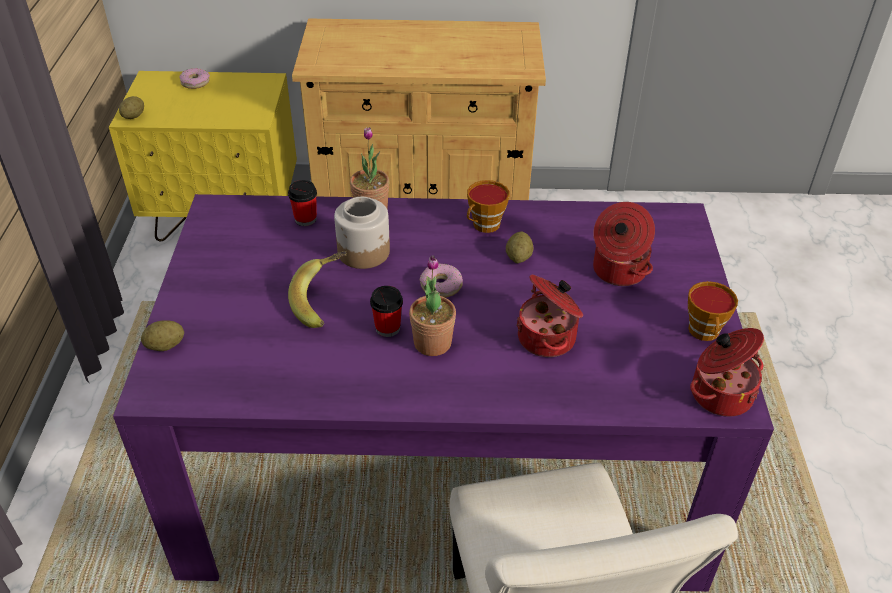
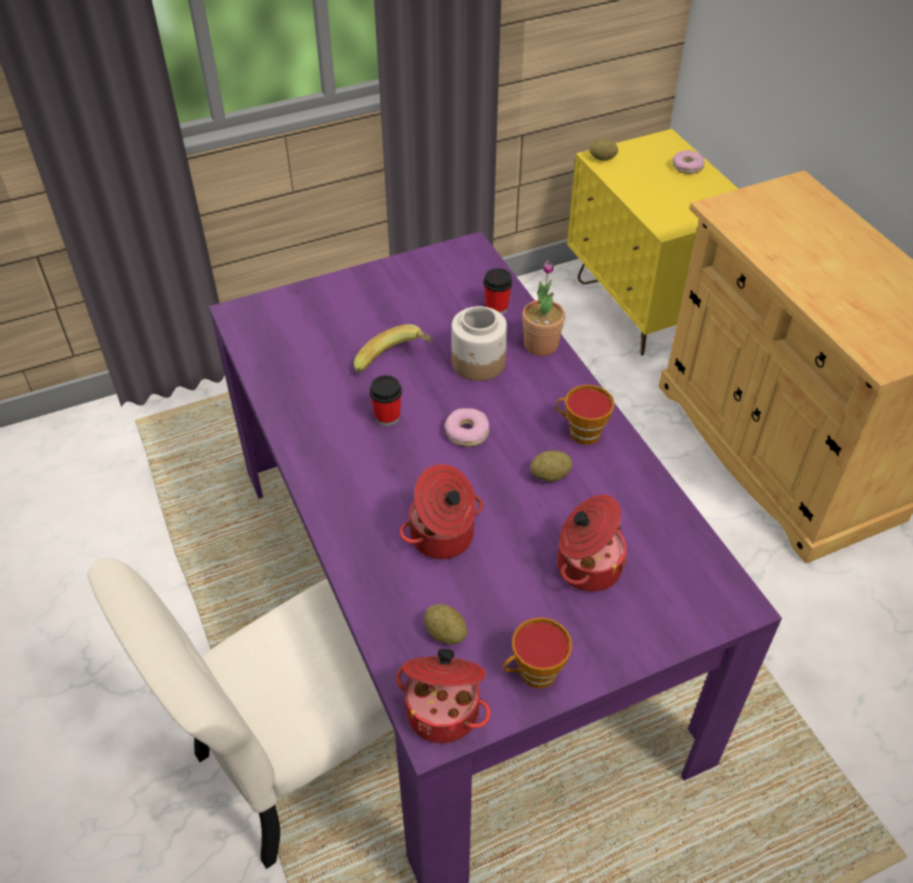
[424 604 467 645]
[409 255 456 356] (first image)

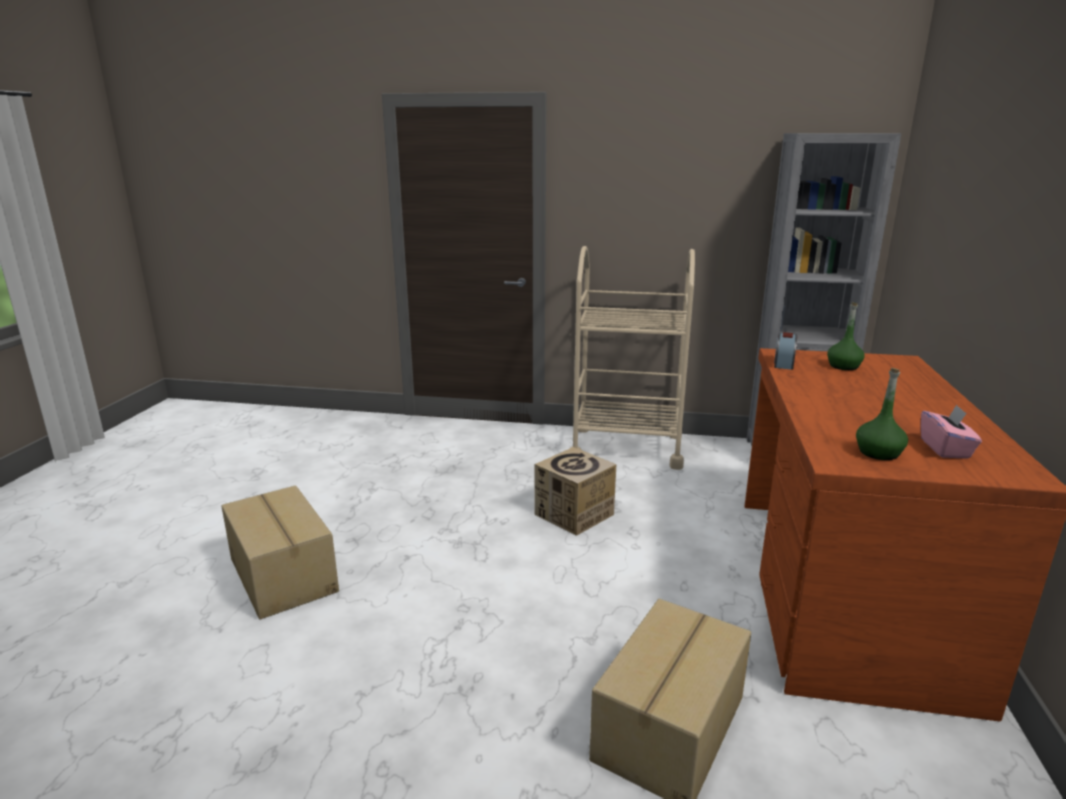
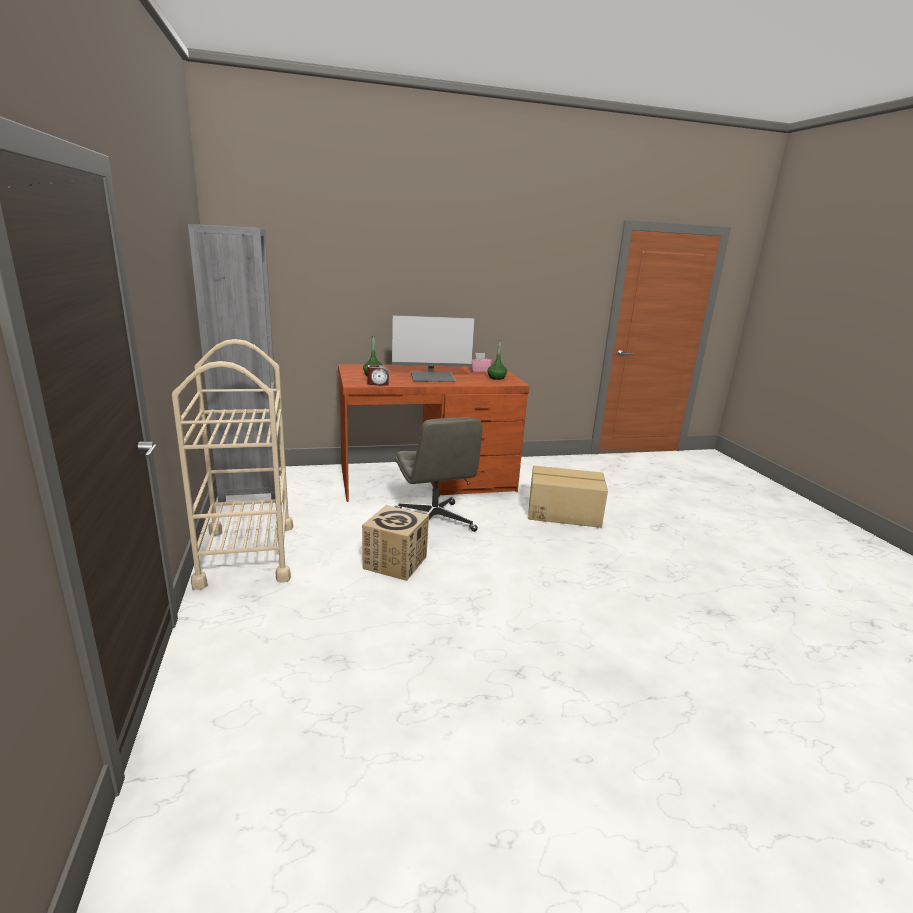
[392 315 475 382]
[394 417 482 532]
[222 486 339 619] (first image)

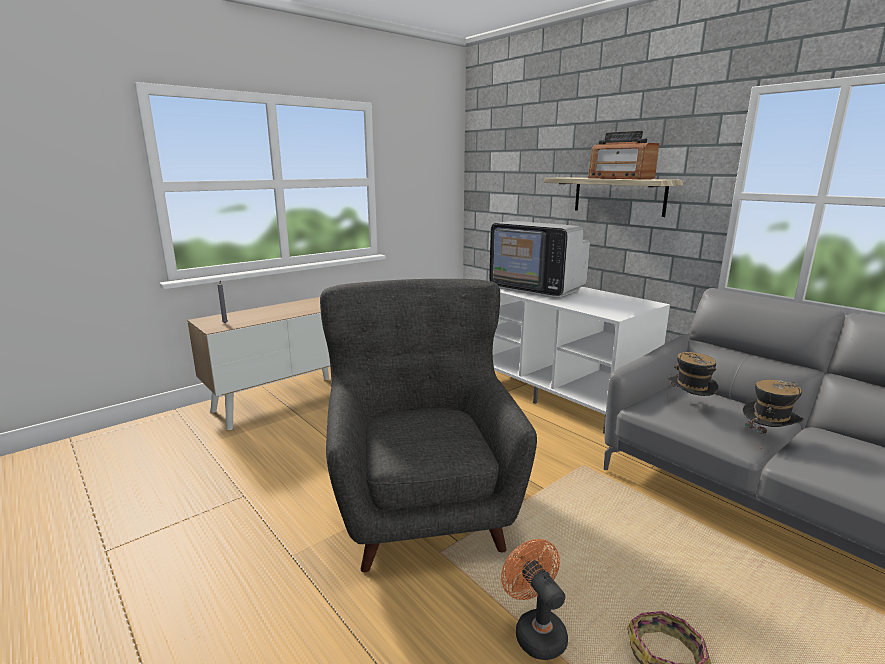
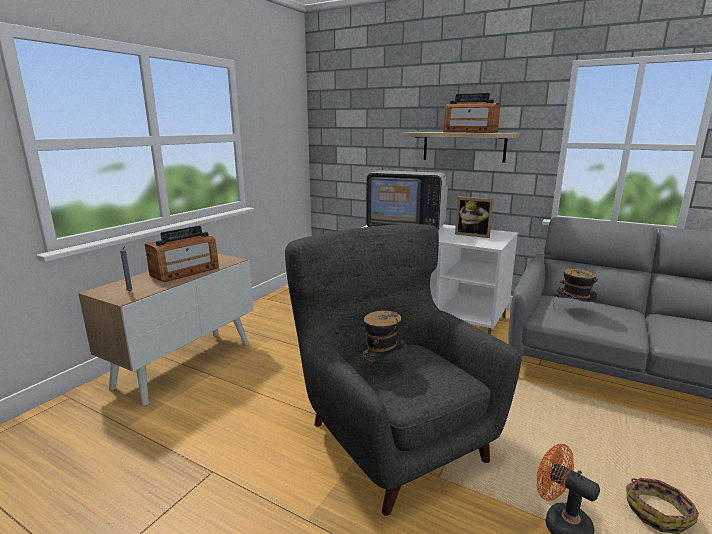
[145 226 219 282]
[358 311 407 380]
[455 196 494 238]

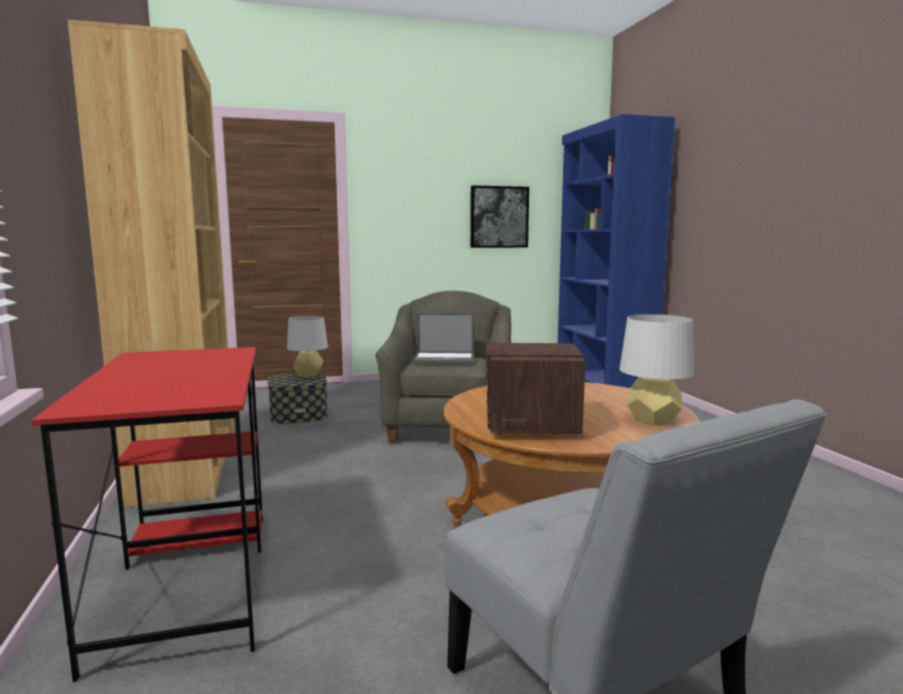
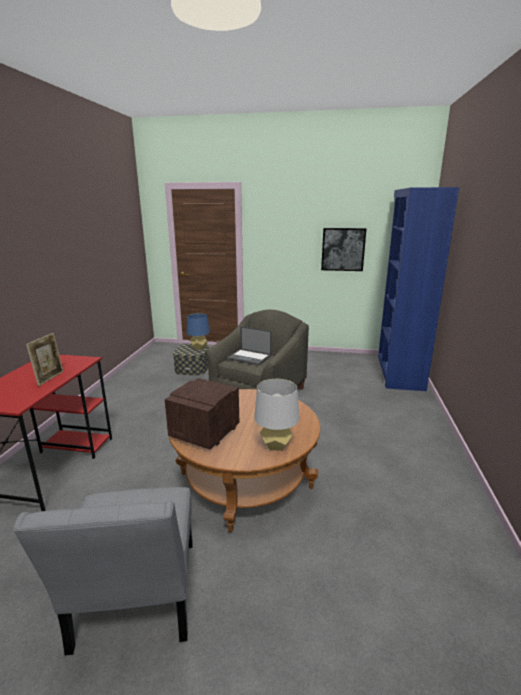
[26 333 64 386]
[187 313 210 350]
[68 20 234 508] (first image)

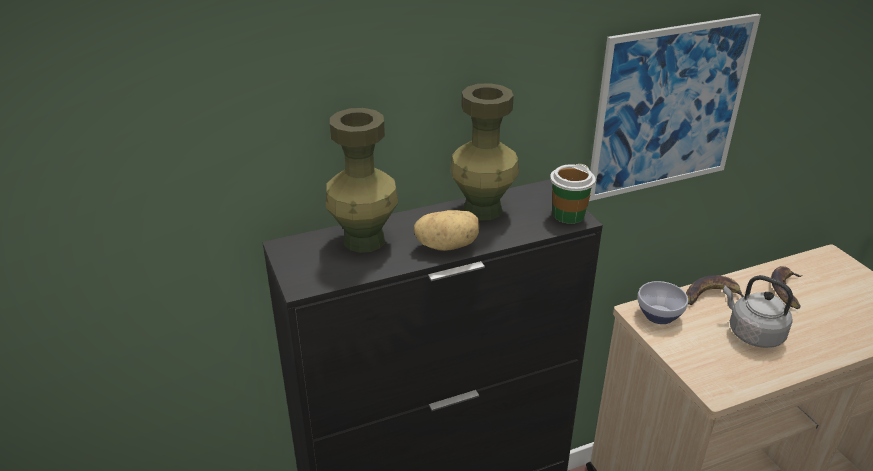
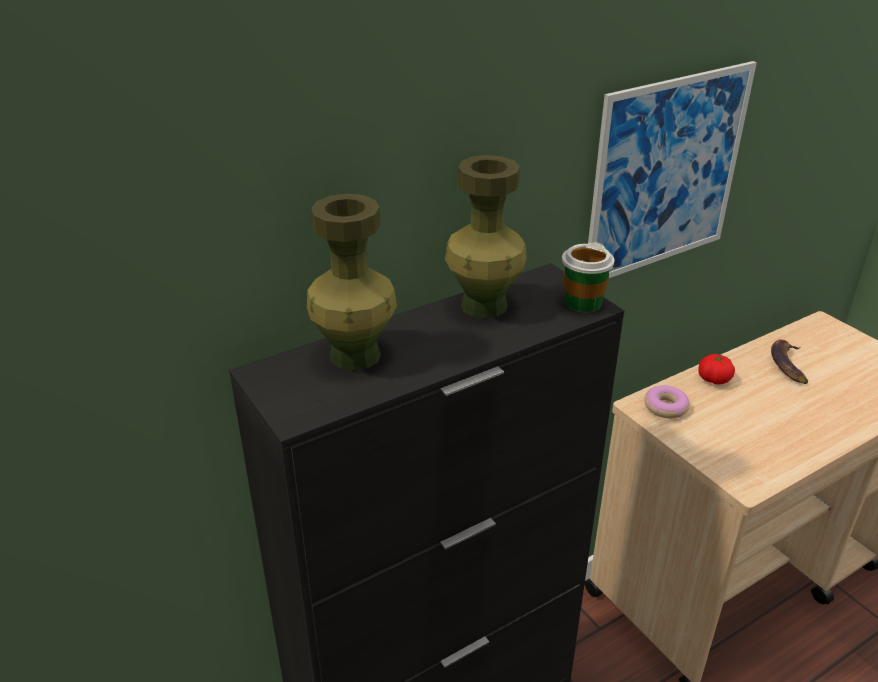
[644 385 690 418]
[699 354 735 385]
[414 210 479 251] (first image)
[723 275 793 348] (first image)

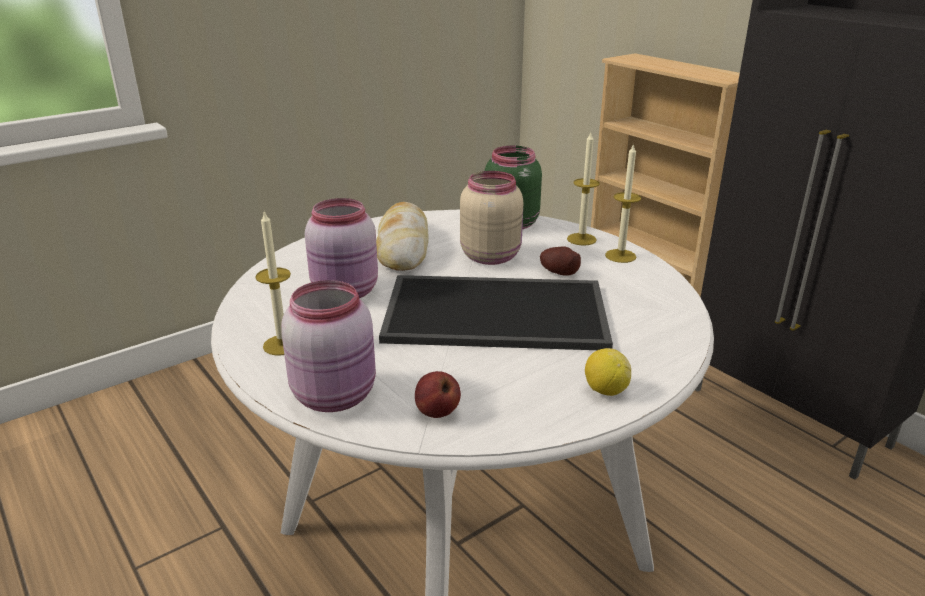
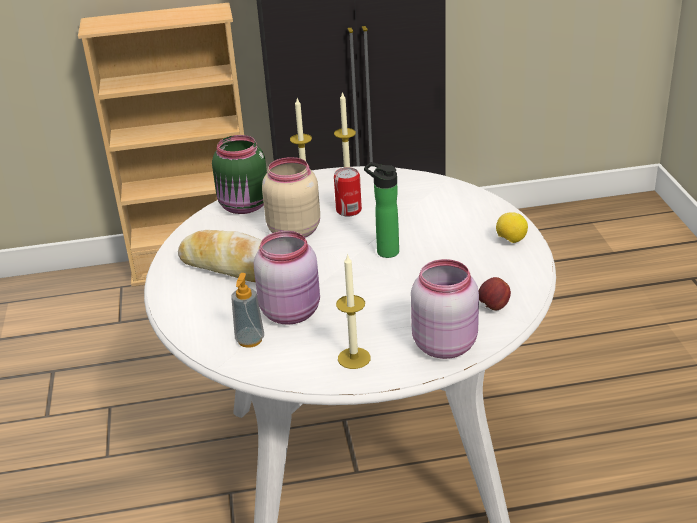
[231 273 264 348]
[334 167 362 216]
[364 162 399 258]

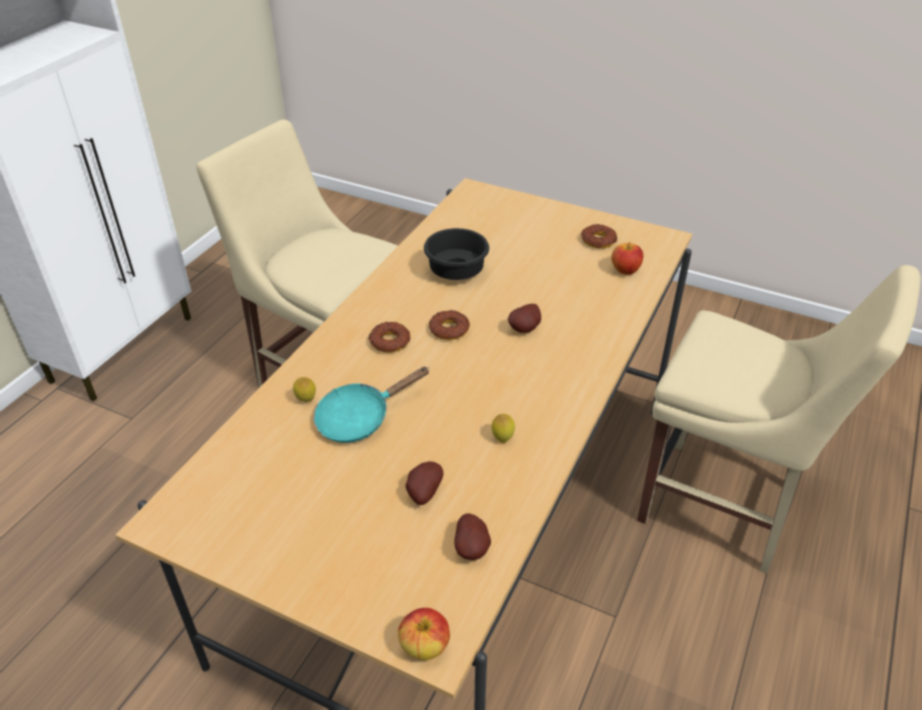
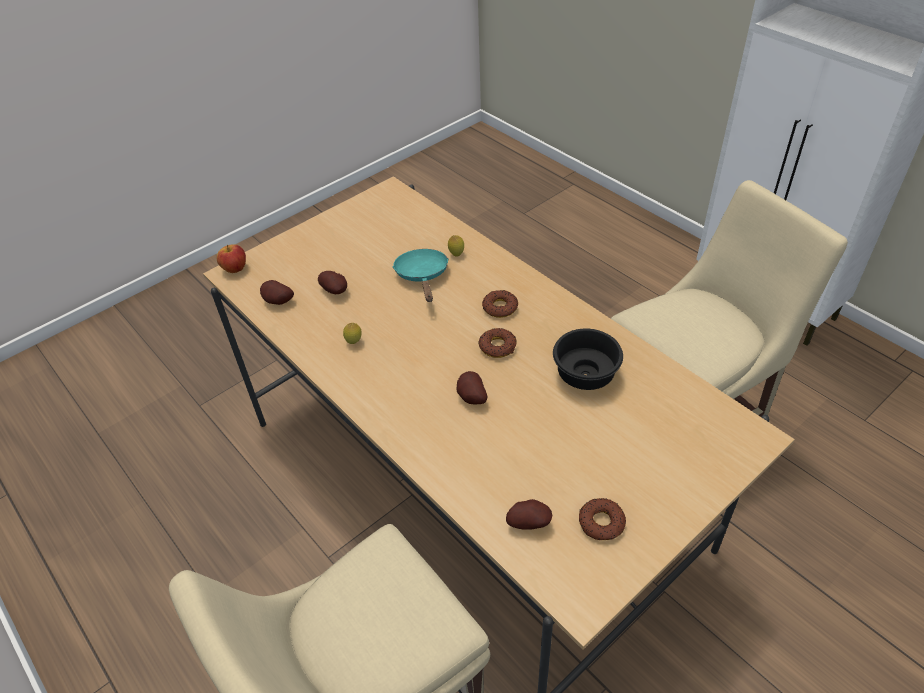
[506 499 552 530]

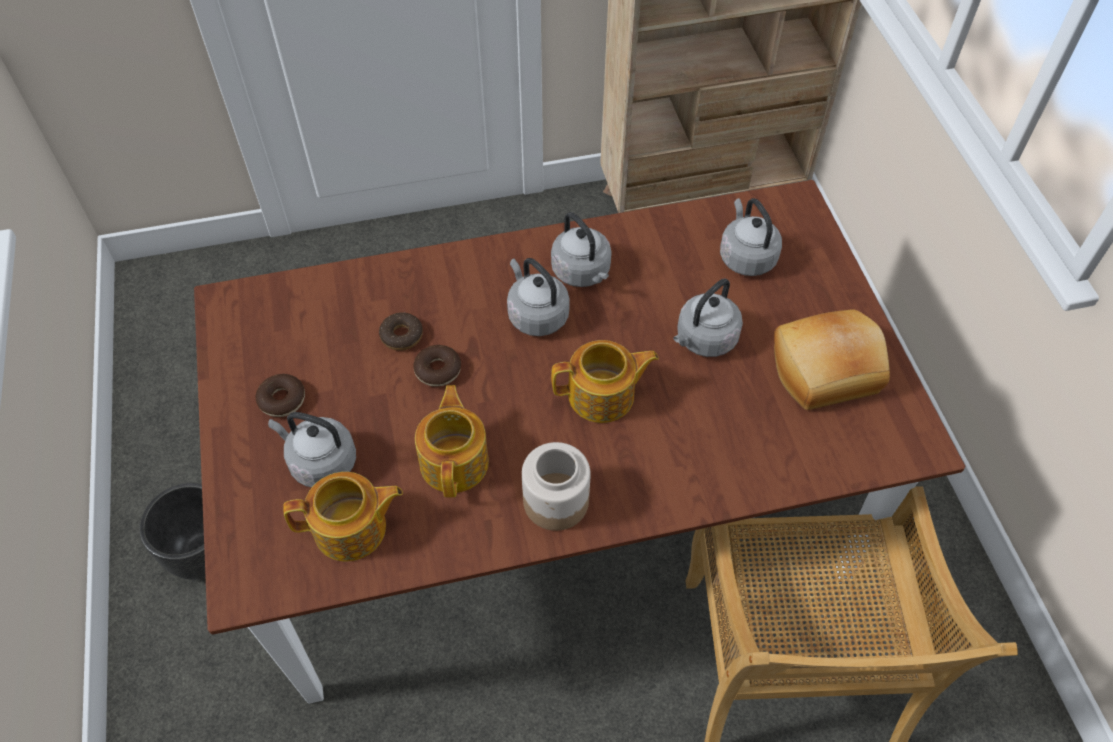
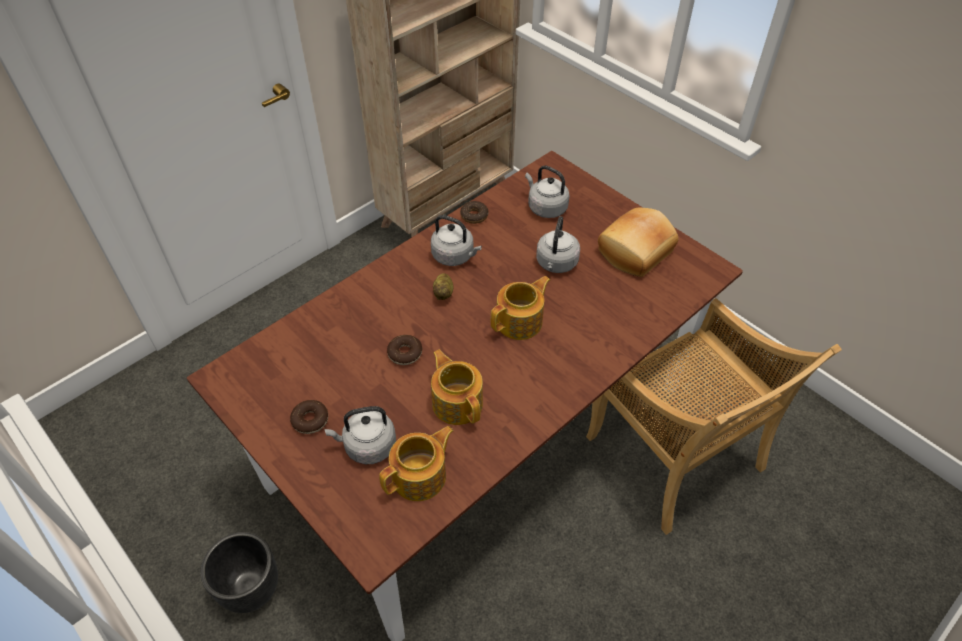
[433 273 453 300]
[460 201 488 224]
[522 442 591 531] (first image)

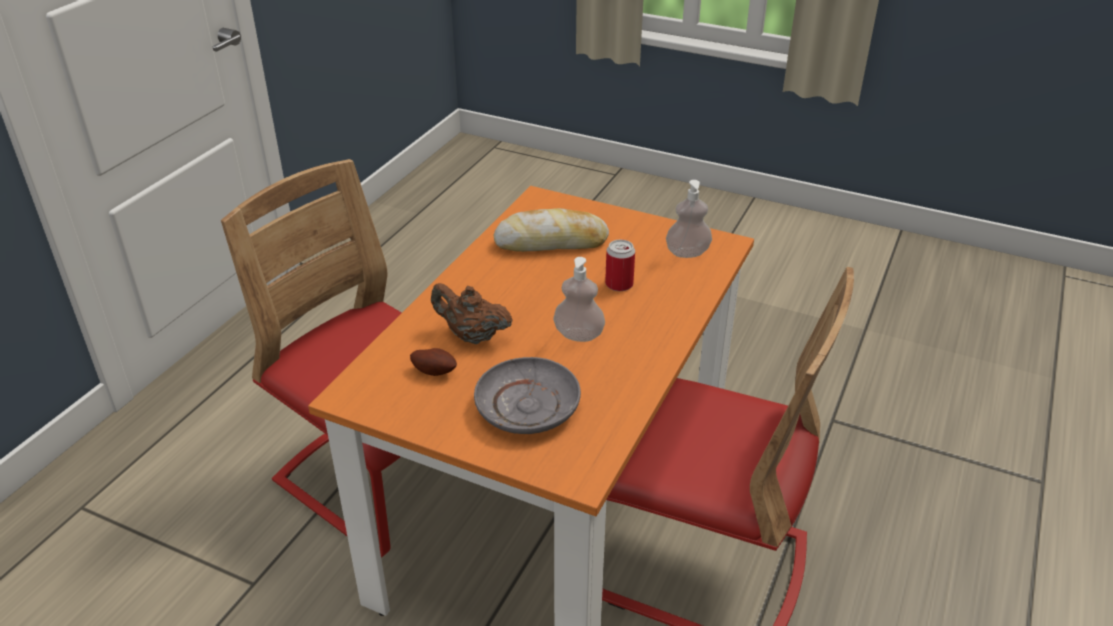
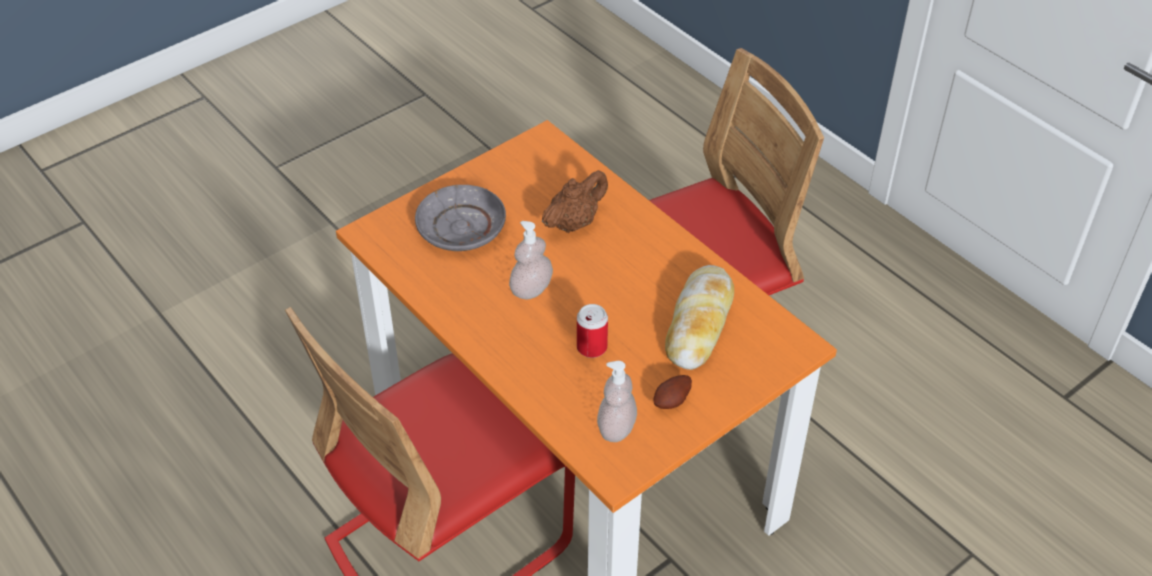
[653 375 692 409]

